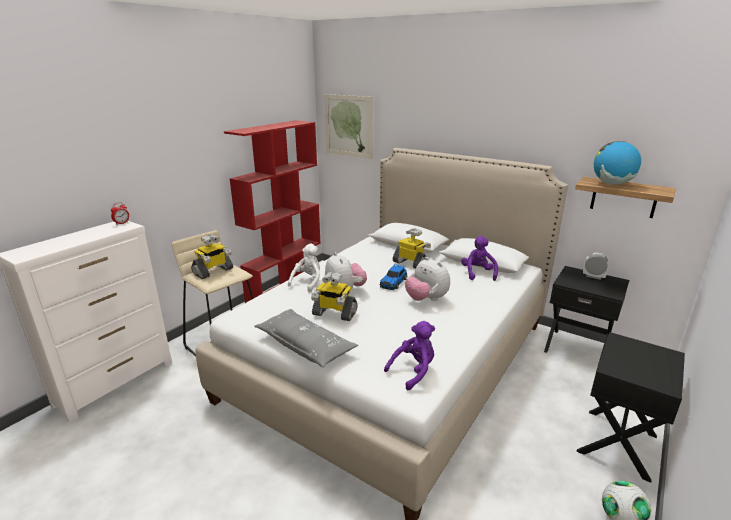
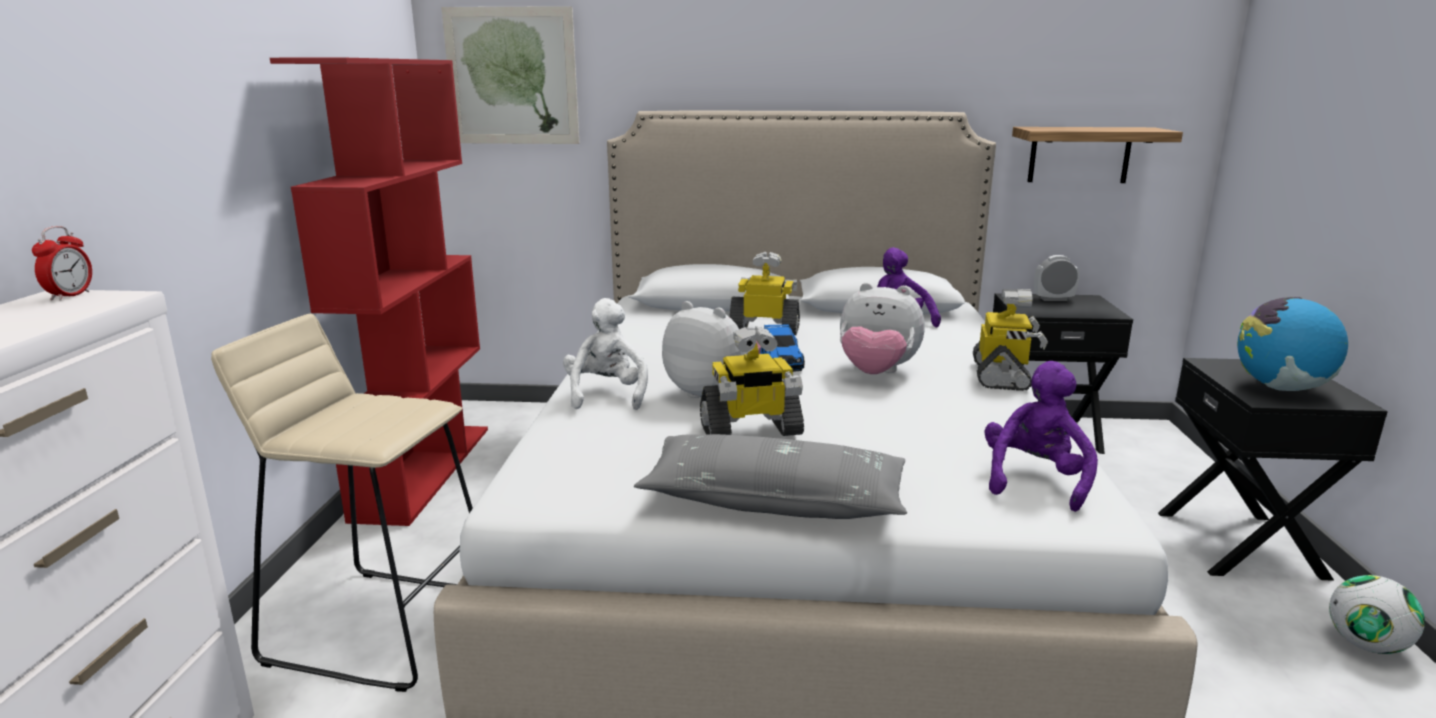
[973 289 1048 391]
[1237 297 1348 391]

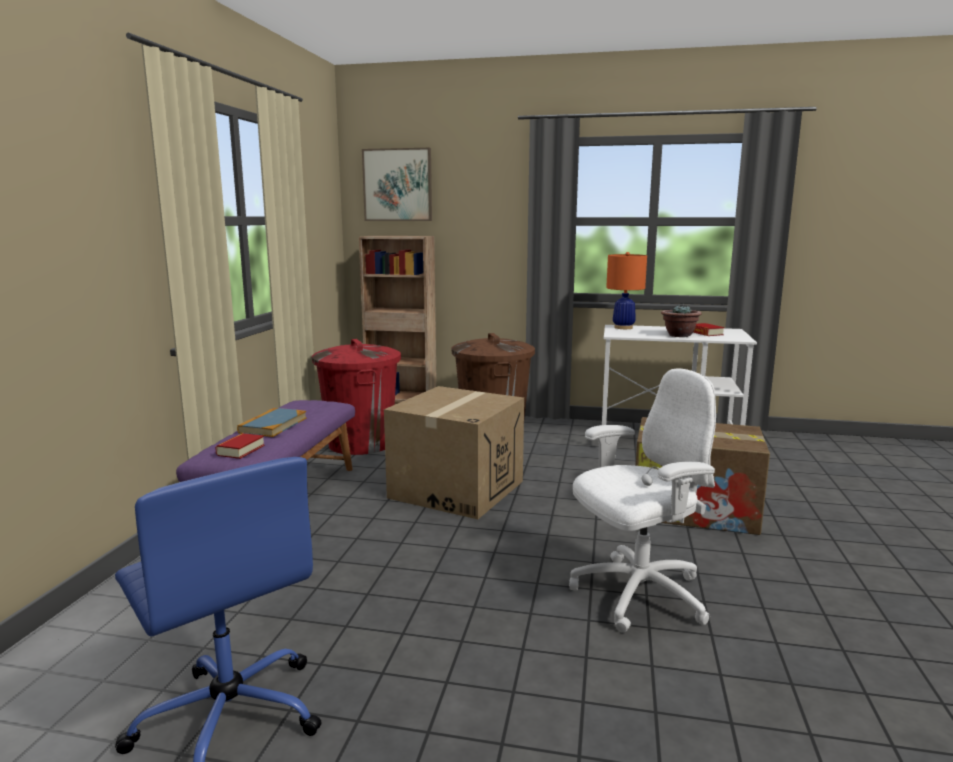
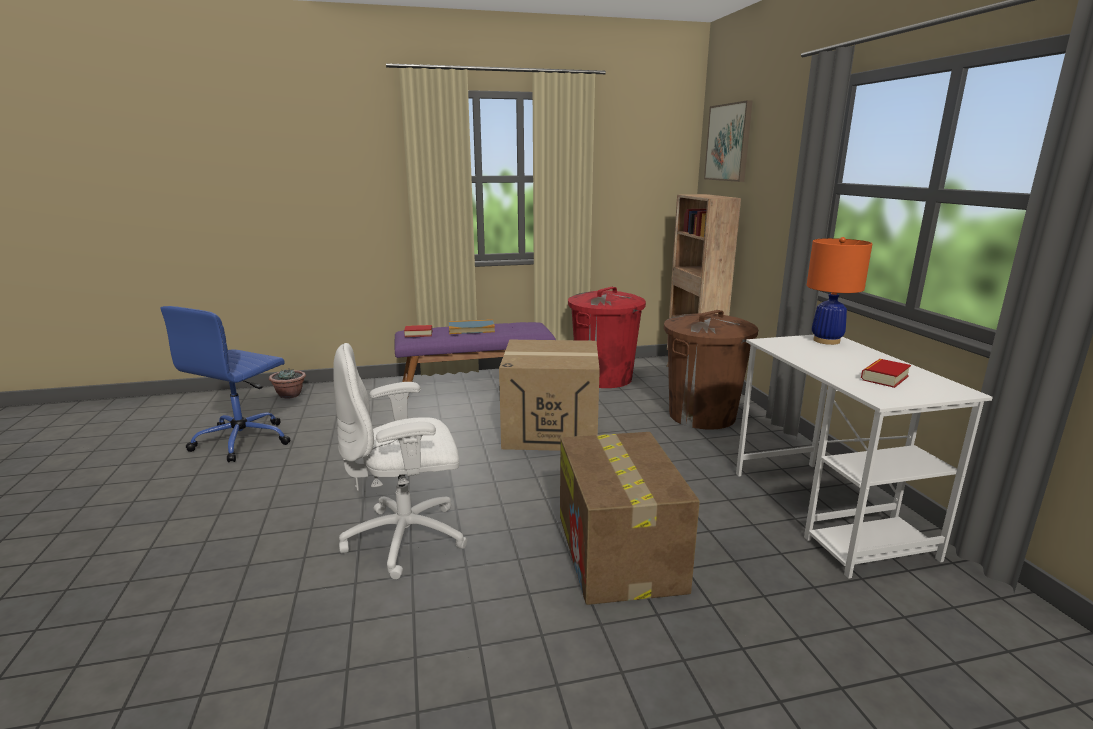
[269 369 306 399]
[333 343 467 579]

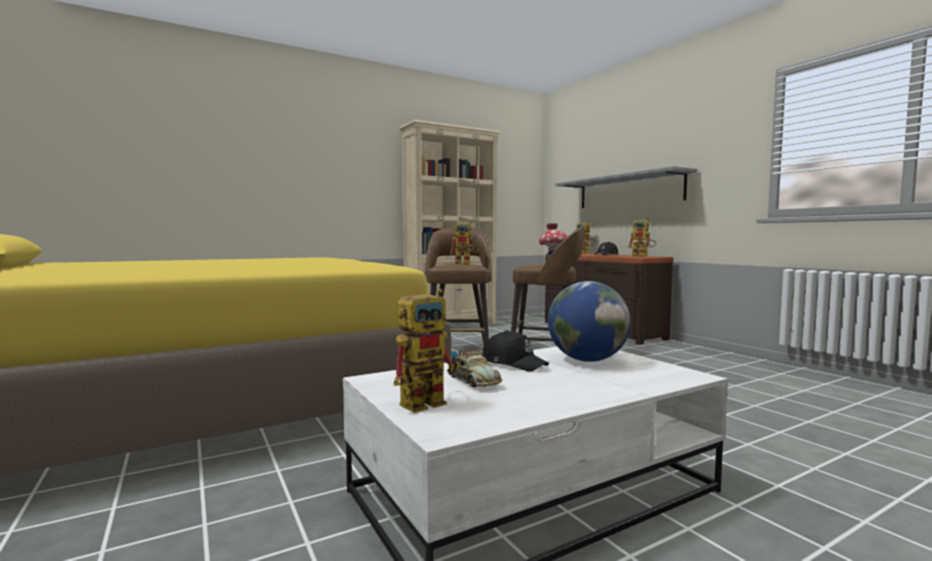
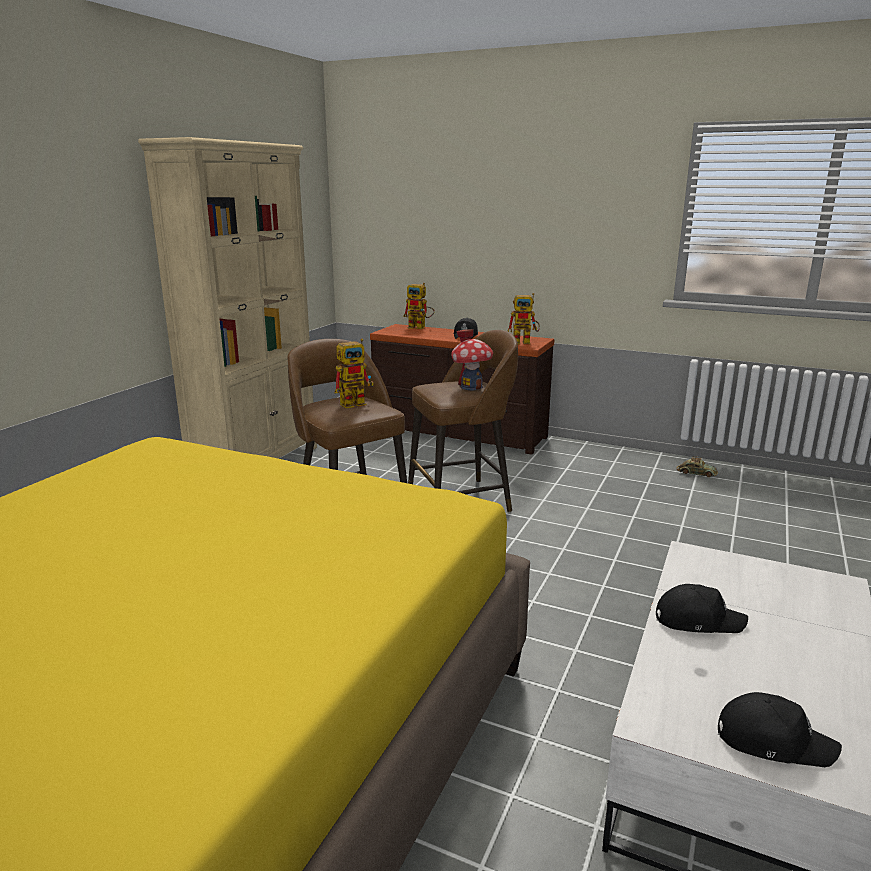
[677 456 718 477]
[718 692 842 767]
[548 281 631 362] (first image)
[555 166 697 208] (first image)

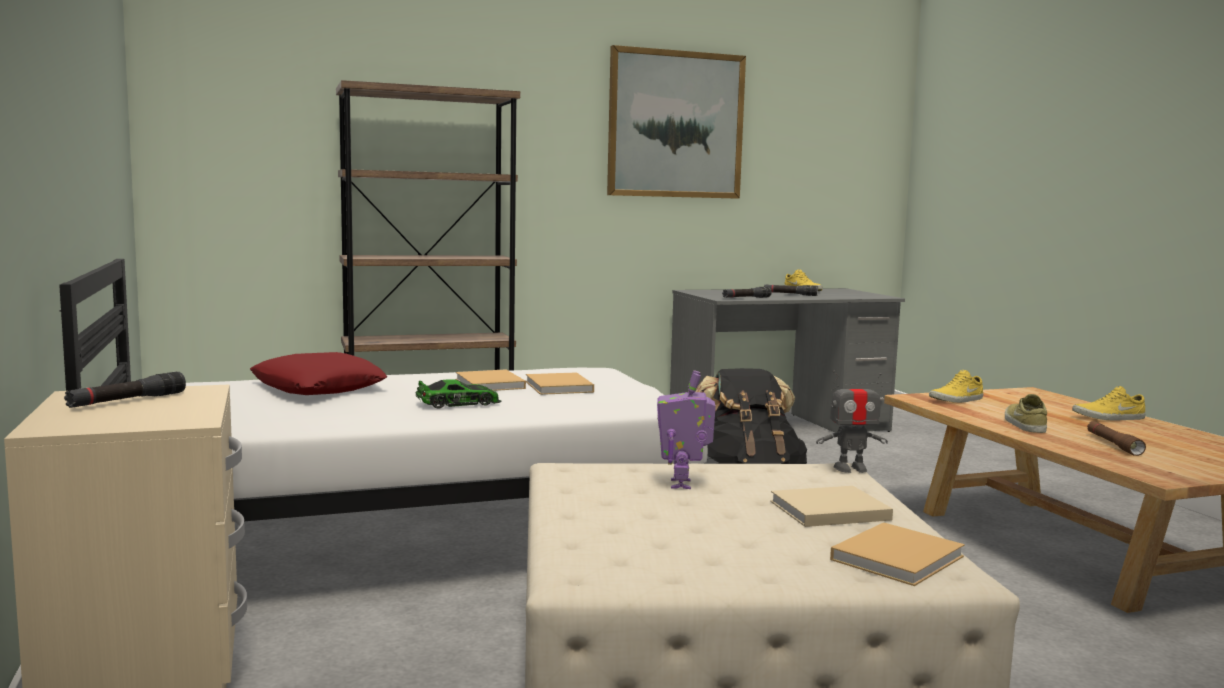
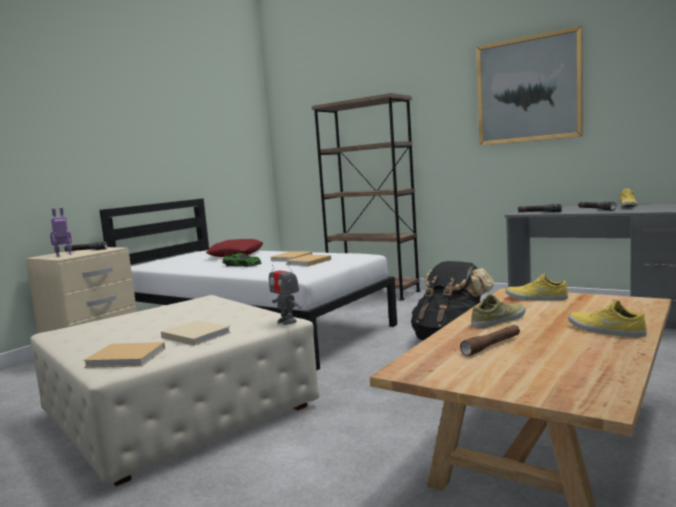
[50 207 72 257]

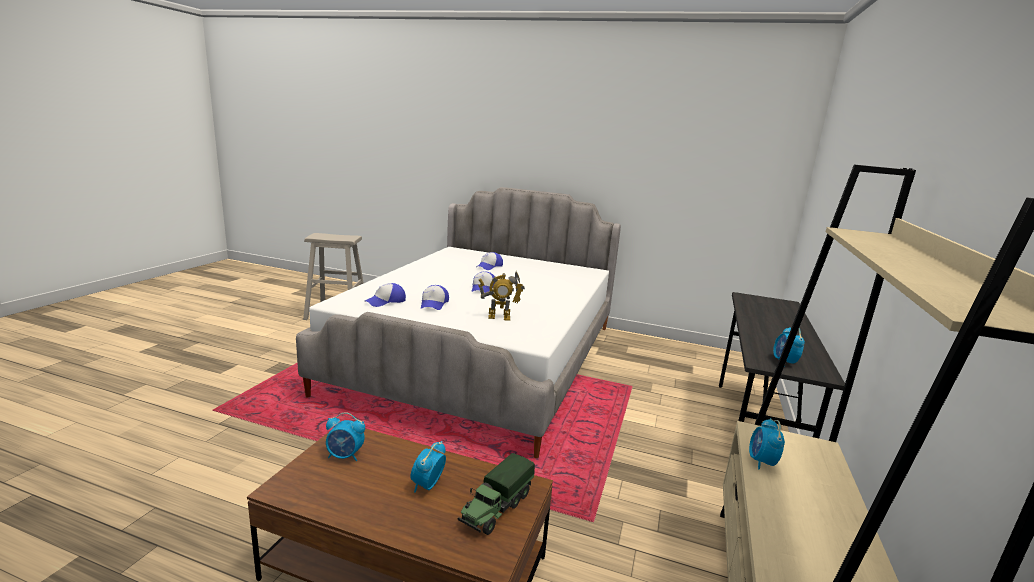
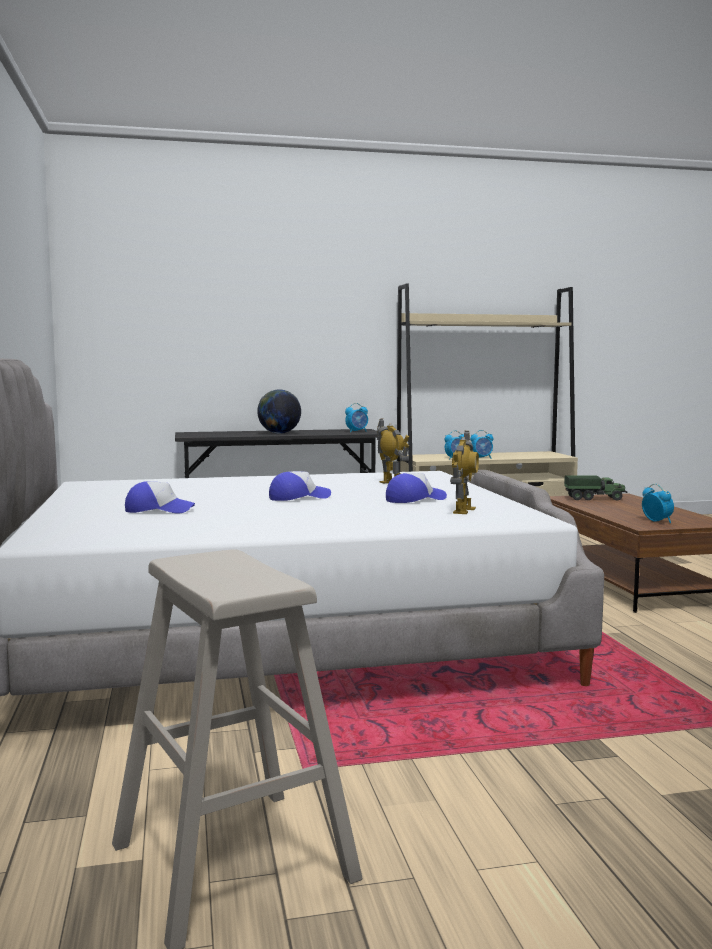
[257 389 301 434]
[450 431 479 514]
[470 430 493 458]

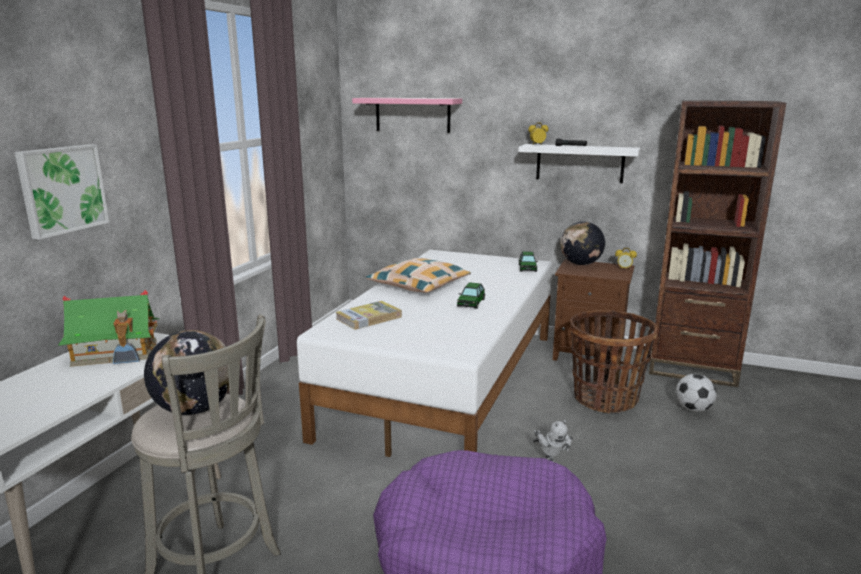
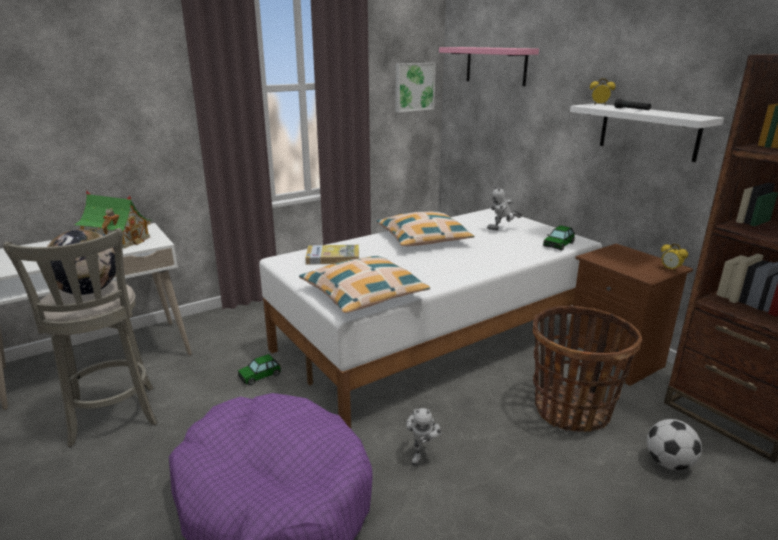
[238 354 281 385]
[299 256 430 313]
[396 63 436 112]
[487 186 522 230]
[560 221 605 265] (first image)

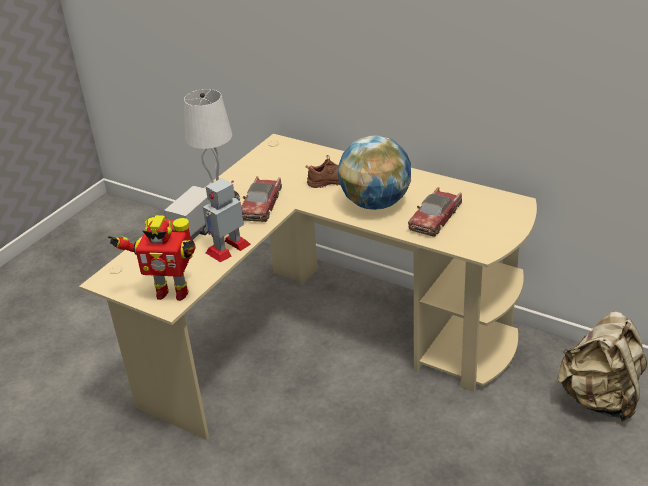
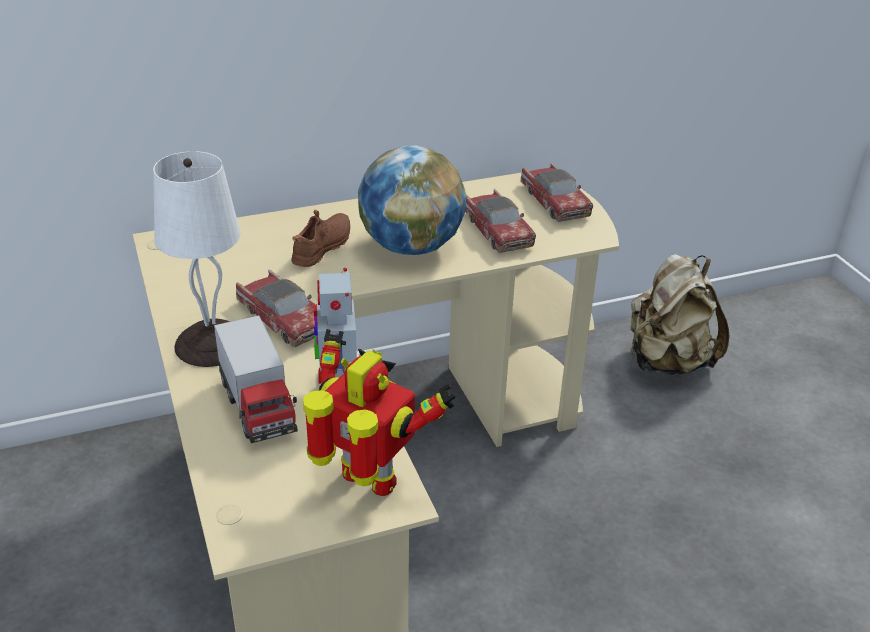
[303 329 456 496]
[521 163 593 222]

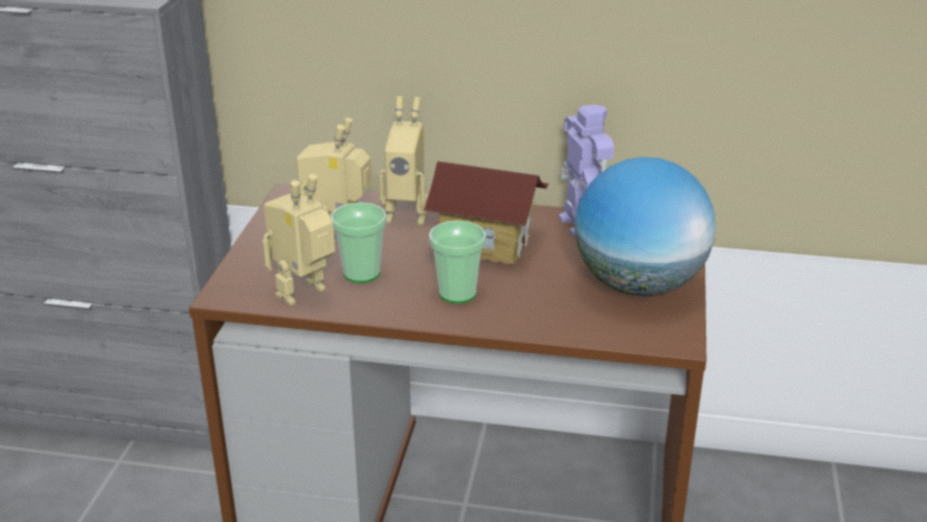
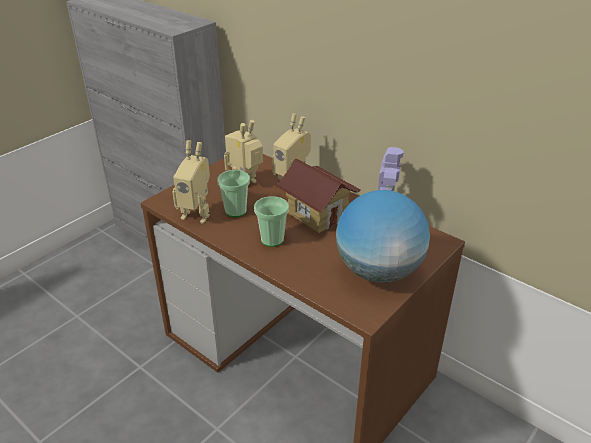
[172 140 210 224]

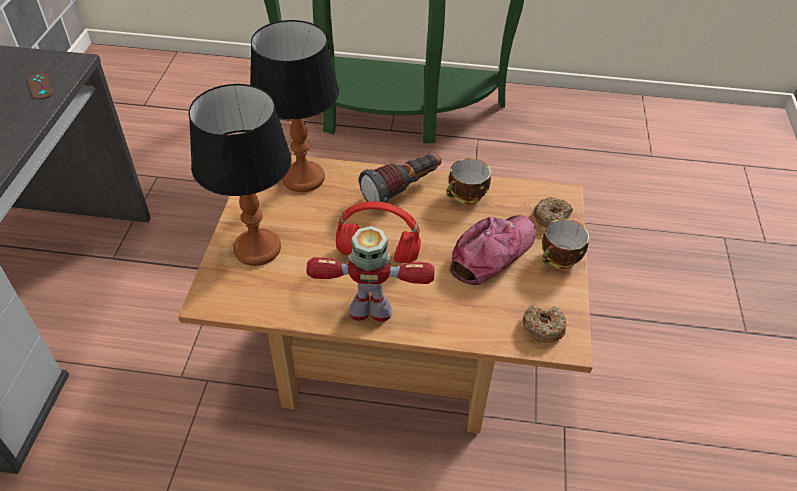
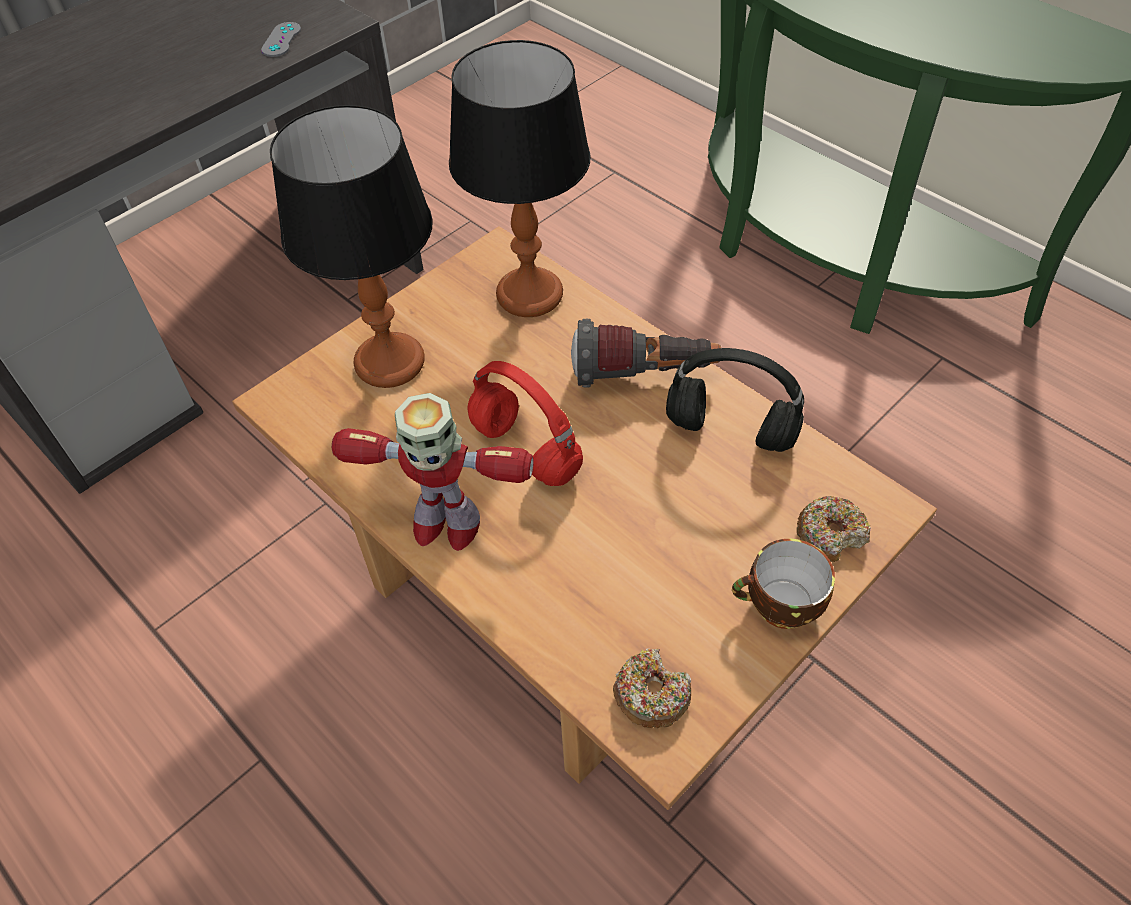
[261 22 301 57]
[332 393 534 551]
[666 348 804 452]
[449 215 536 285] (first image)

